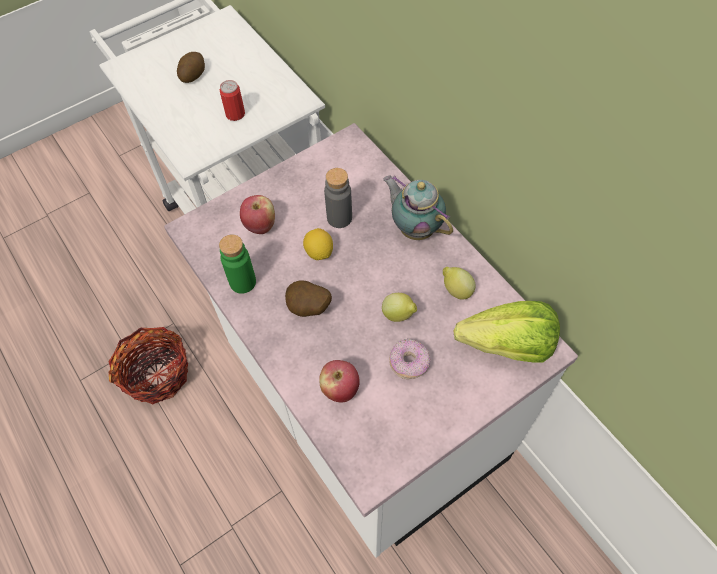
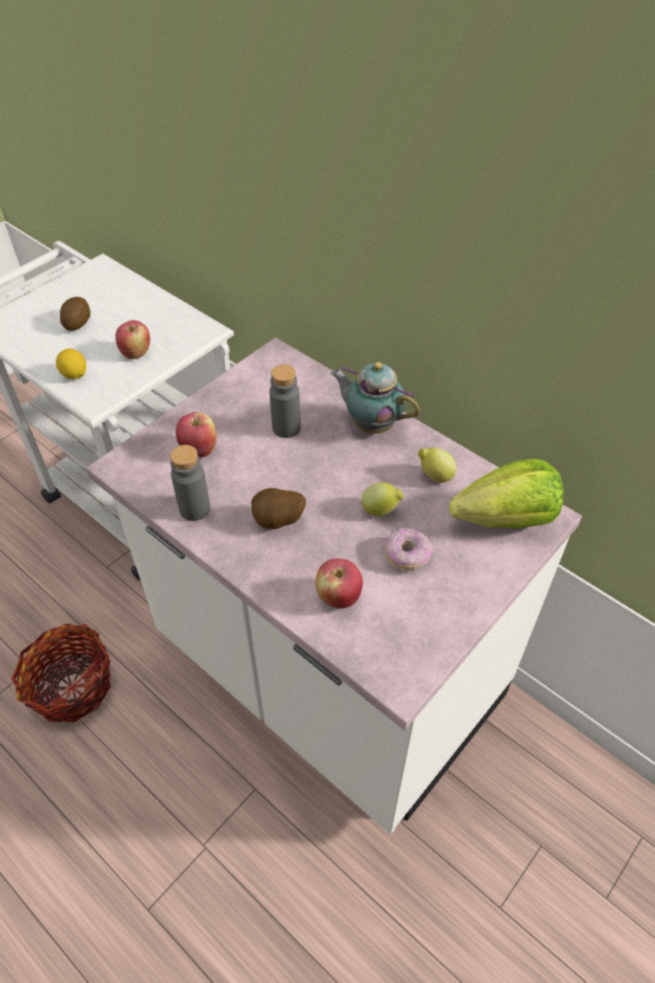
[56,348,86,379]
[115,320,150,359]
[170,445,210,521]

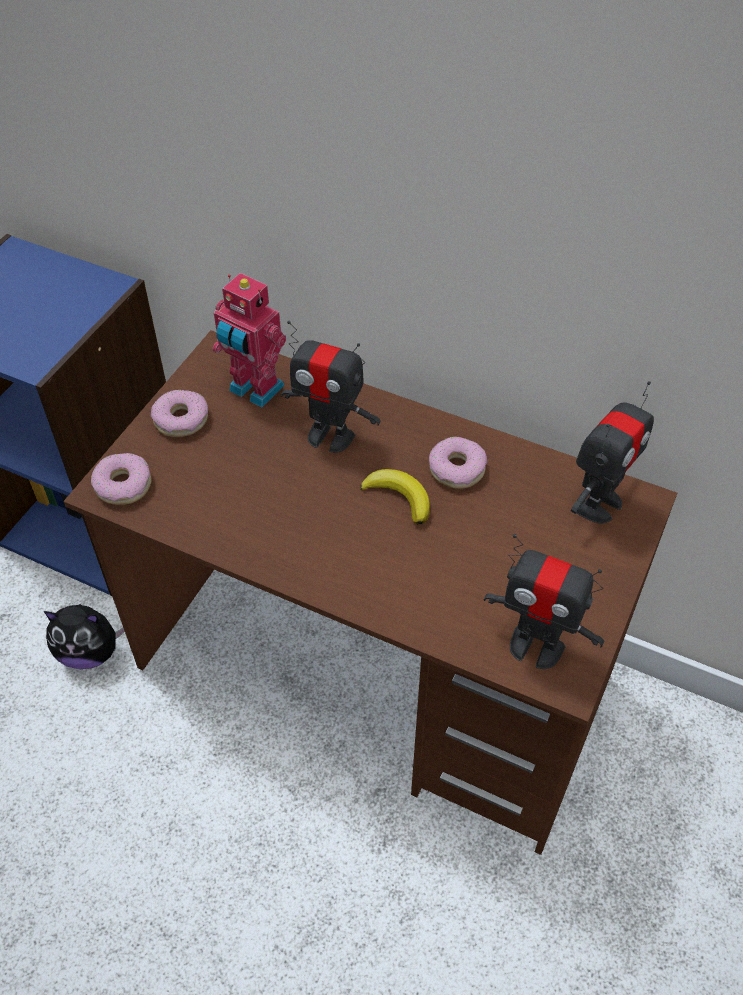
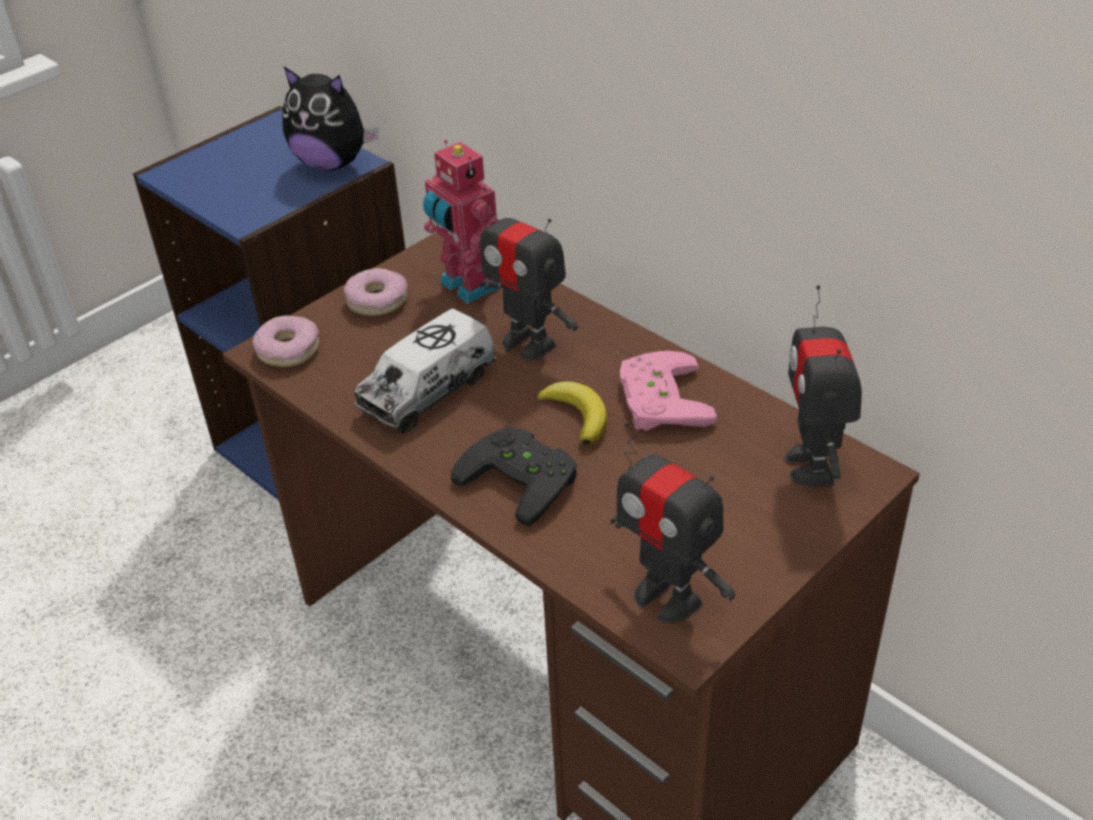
[282,67,379,171]
[354,309,496,433]
[451,426,577,526]
[620,351,717,431]
[785,285,862,487]

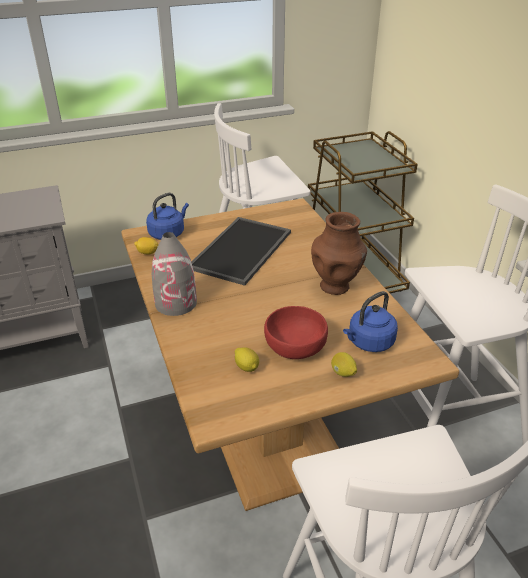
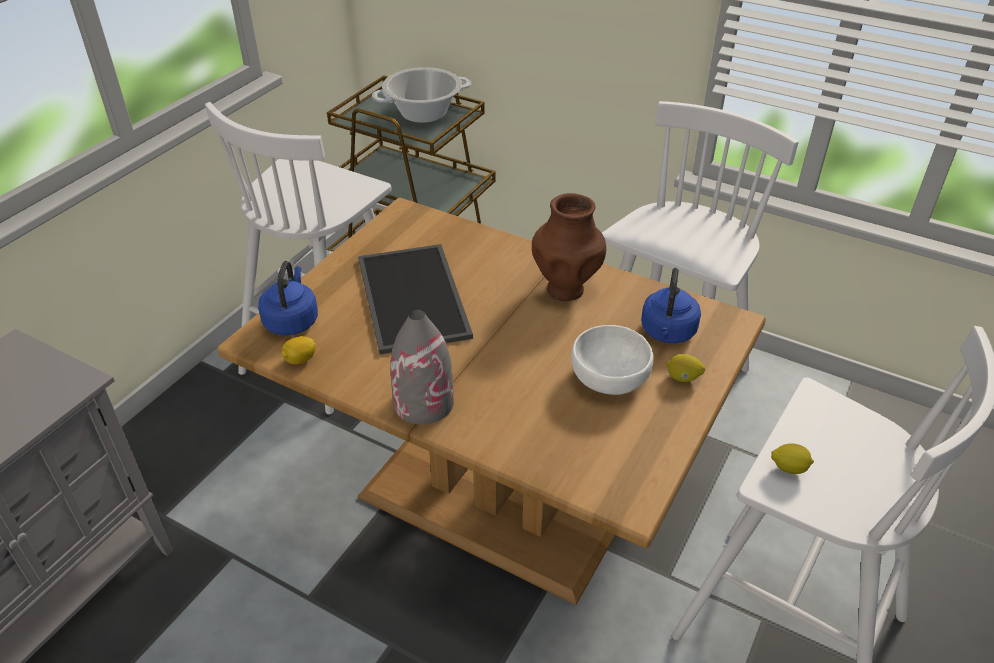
[372,67,471,123]
[571,325,653,395]
[771,444,814,474]

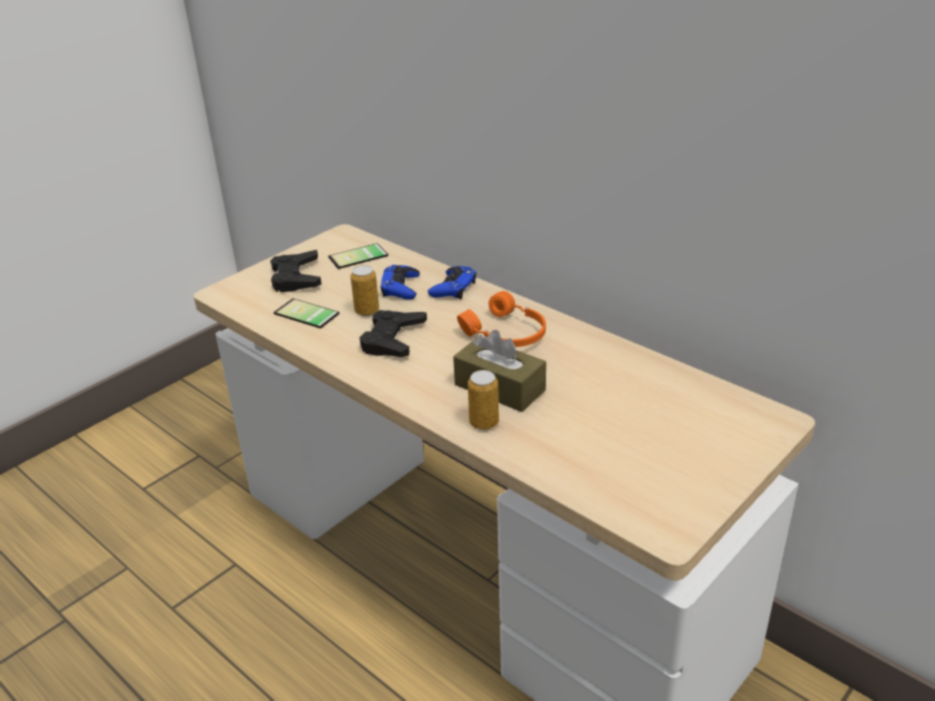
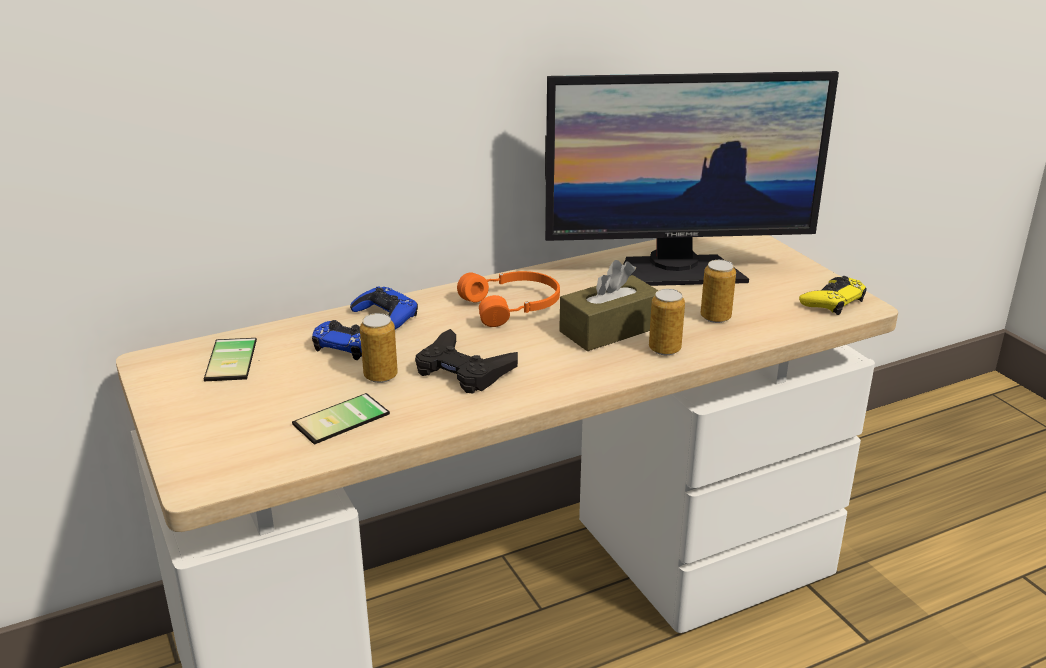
[545,71,839,286]
[701,260,736,323]
[799,276,867,315]
[270,250,321,292] (first image)

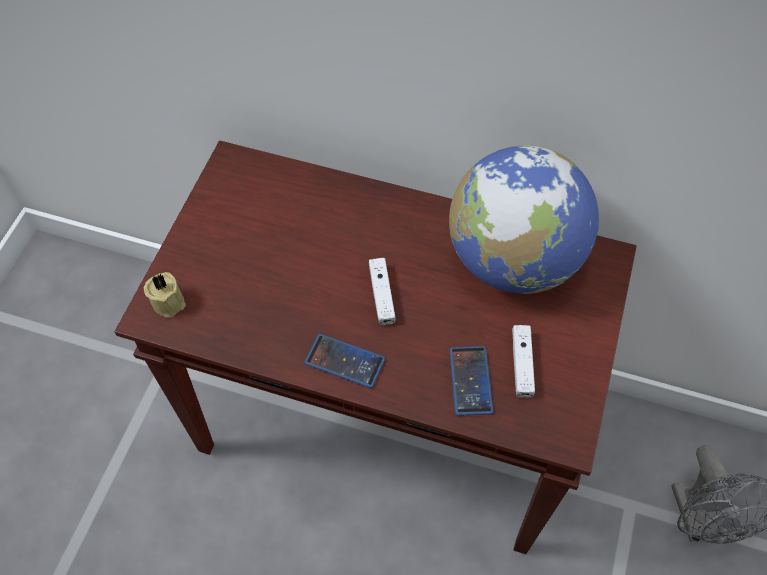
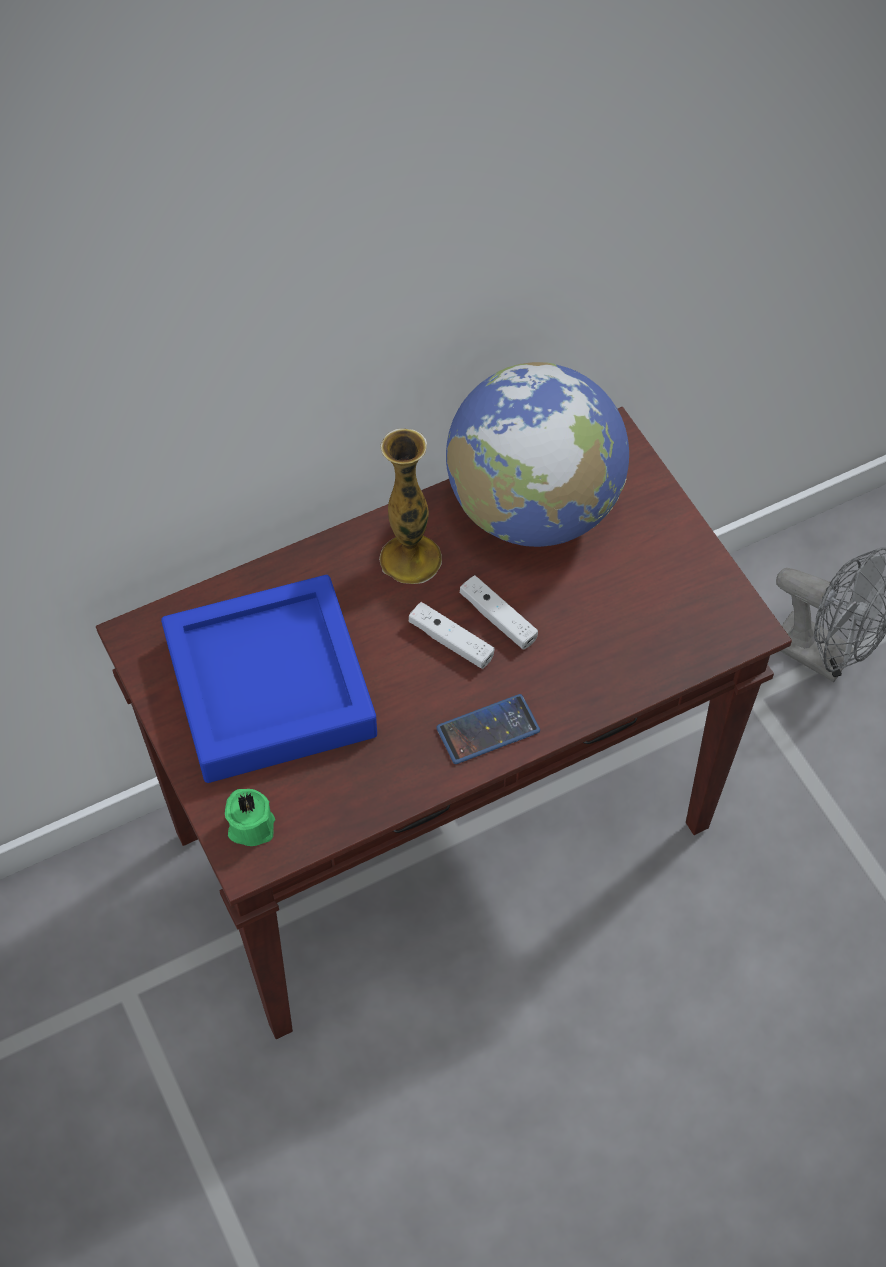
[161,575,377,783]
[225,789,275,846]
[379,429,442,584]
[460,575,538,649]
[450,346,494,416] (first image)

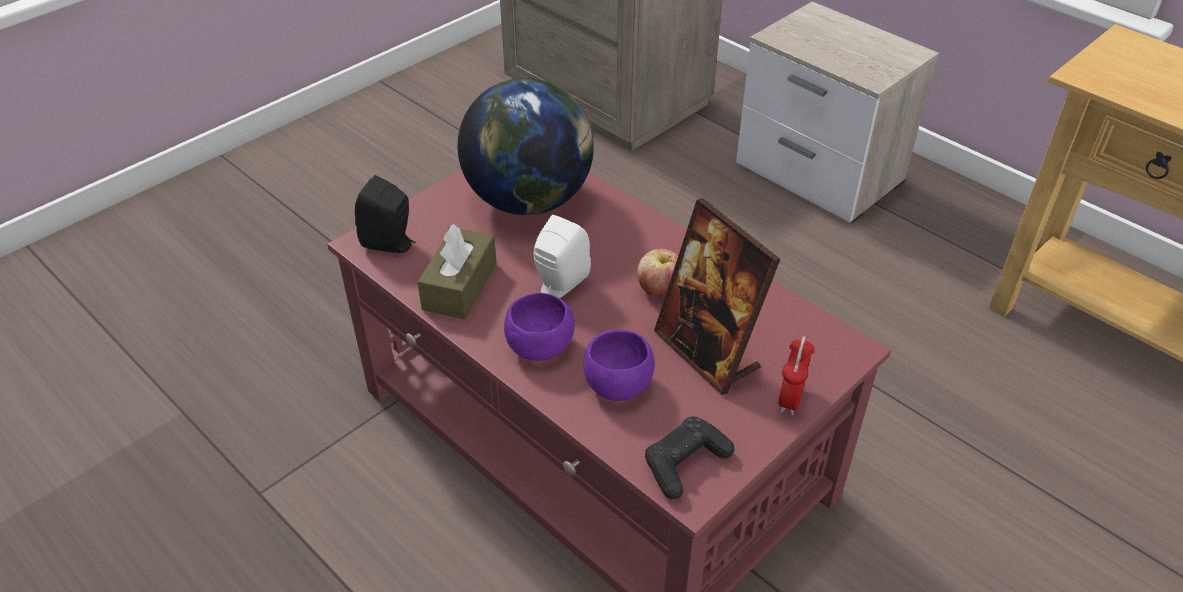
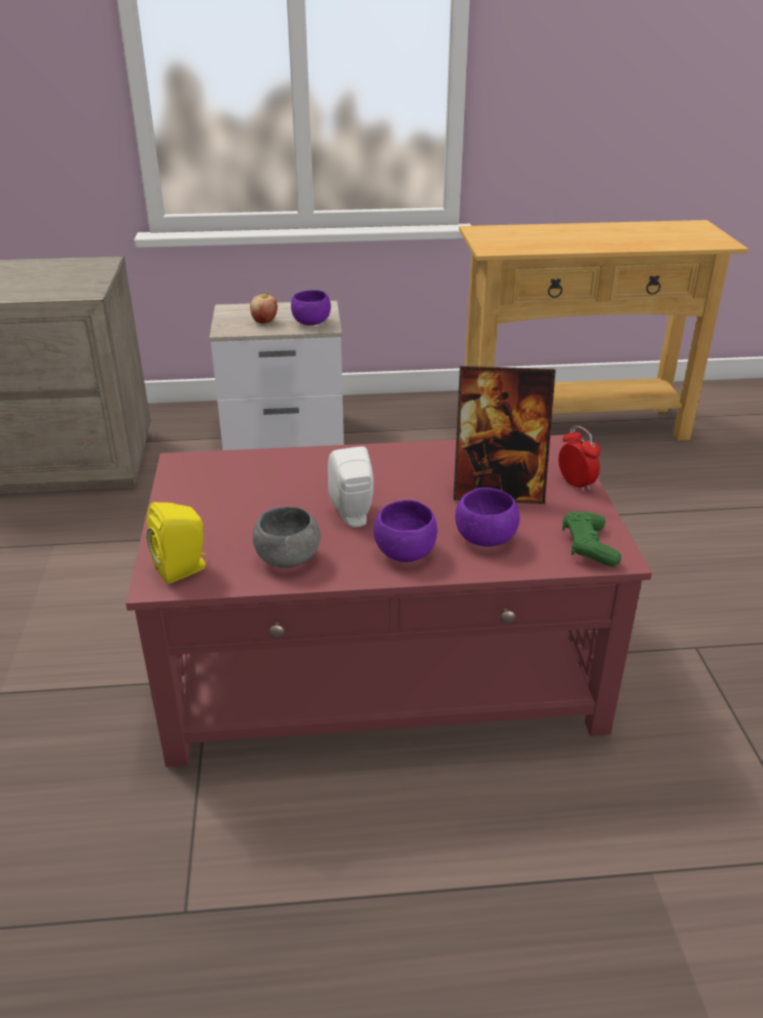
[146,502,207,584]
[250,293,278,323]
[253,506,320,568]
[291,290,331,325]
[562,511,621,567]
[457,78,594,215] (first image)

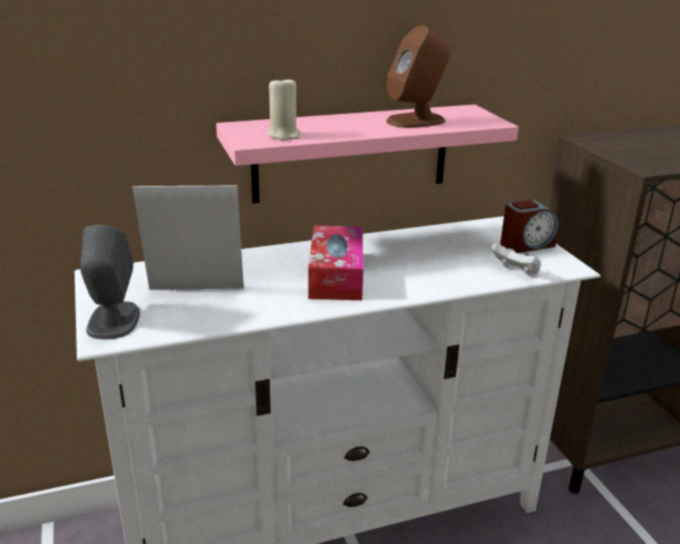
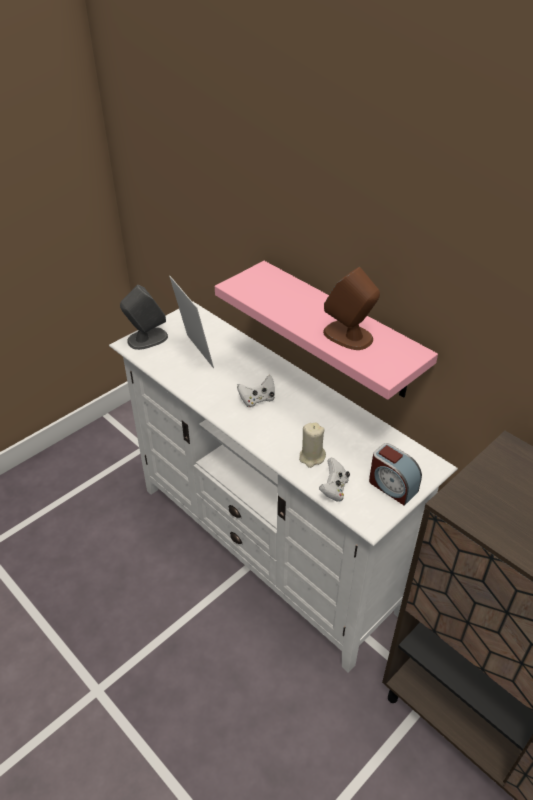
[237,375,275,407]
[299,423,326,468]

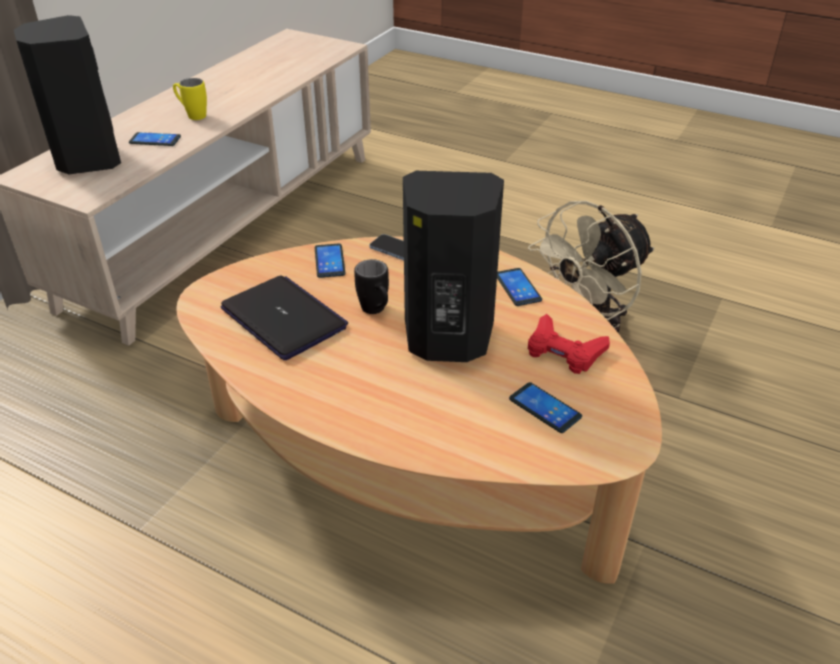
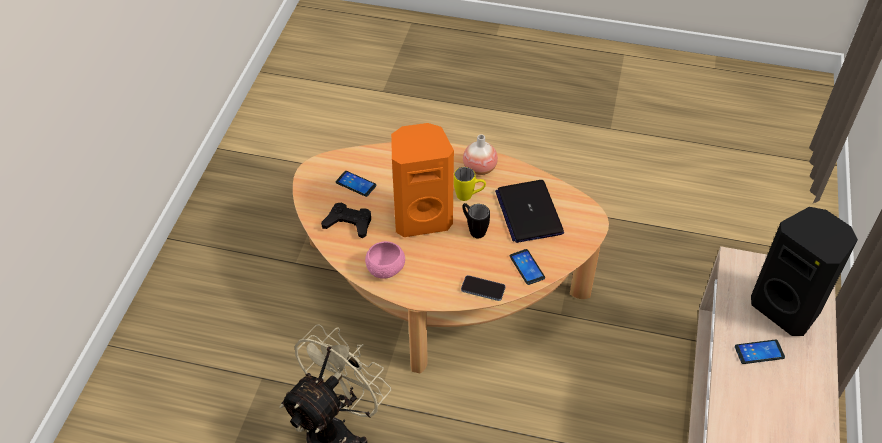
[321,203,371,238]
[365,241,405,279]
[391,123,454,237]
[454,167,486,201]
[463,134,498,175]
[495,180,564,243]

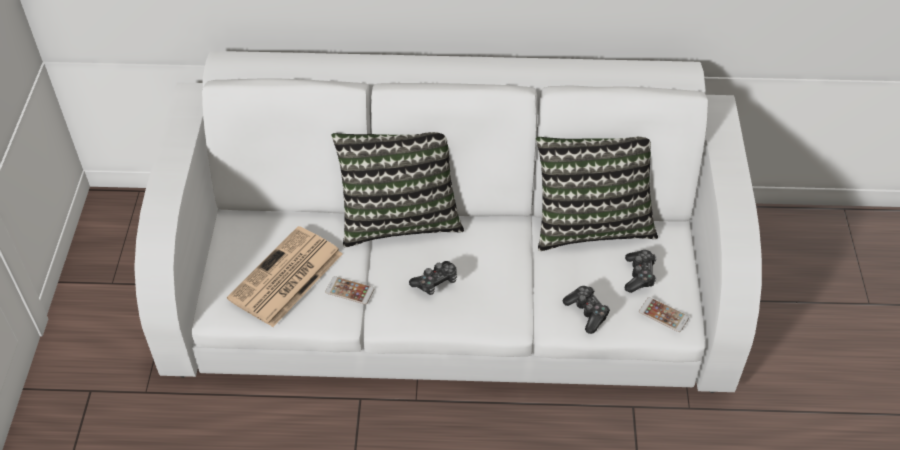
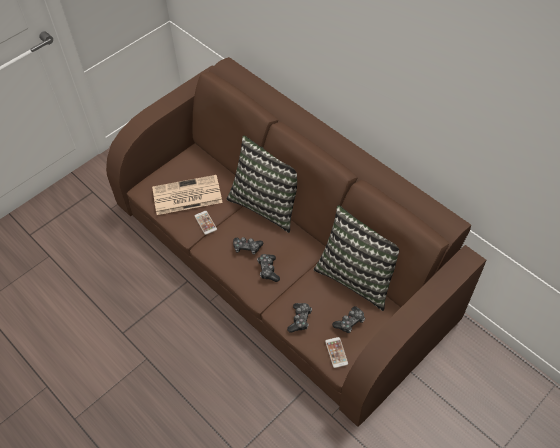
[106,57,486,427]
[257,254,280,282]

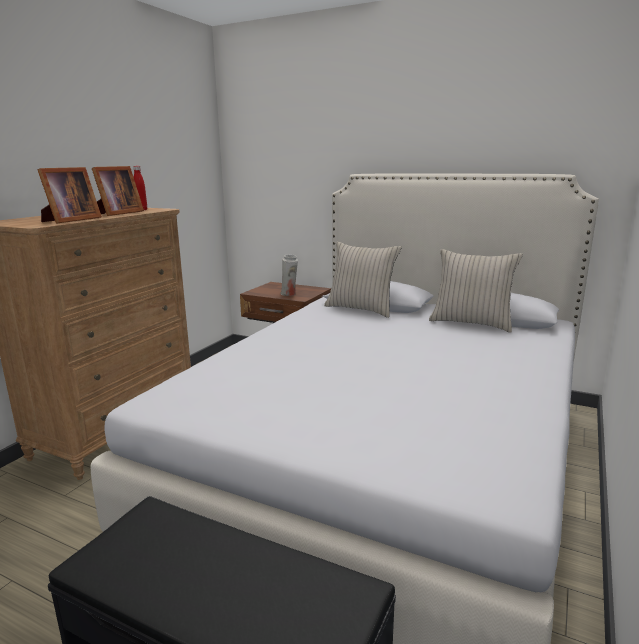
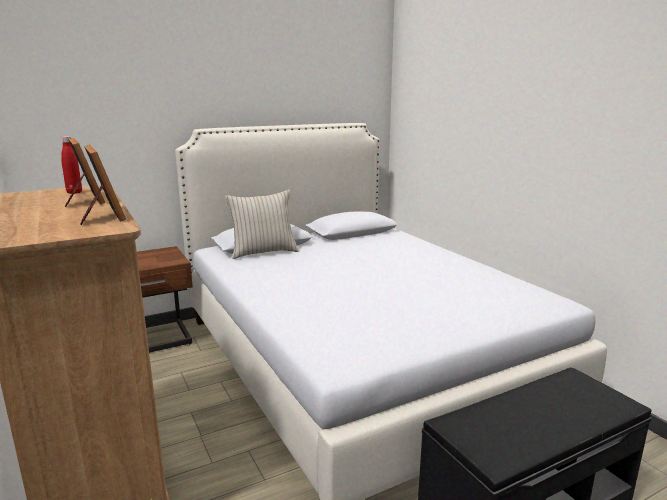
[280,254,298,296] (first image)
[429,249,523,333] (first image)

